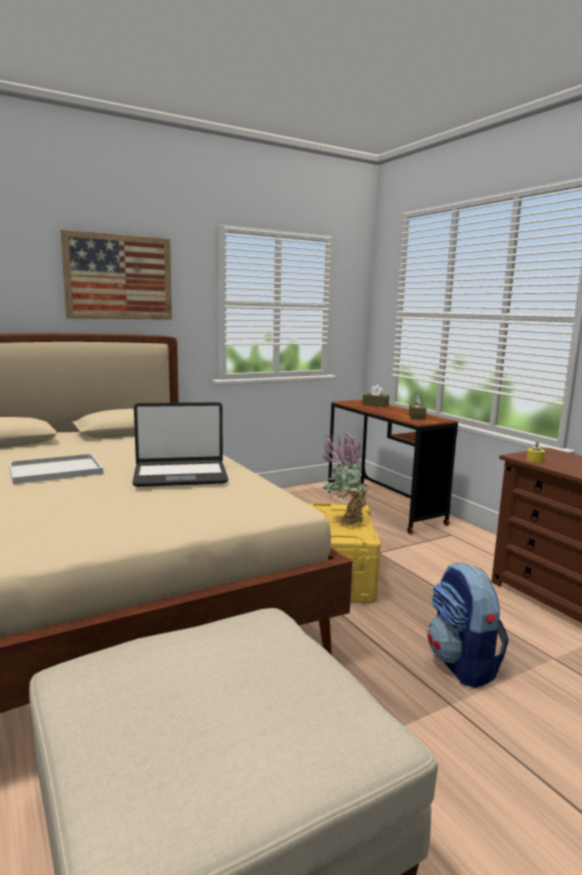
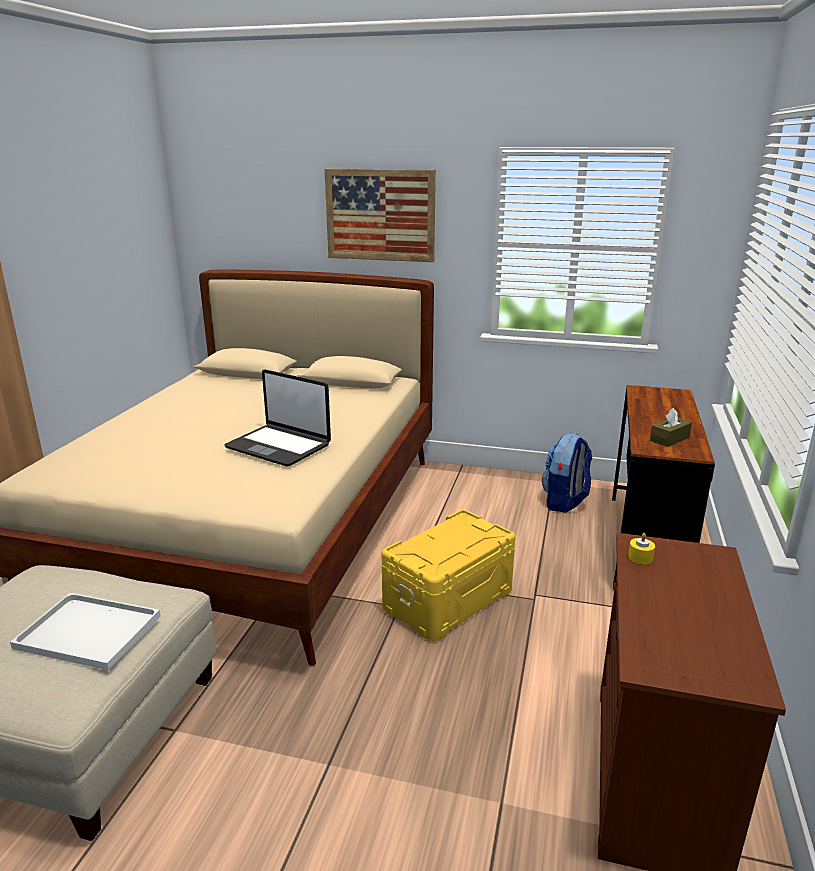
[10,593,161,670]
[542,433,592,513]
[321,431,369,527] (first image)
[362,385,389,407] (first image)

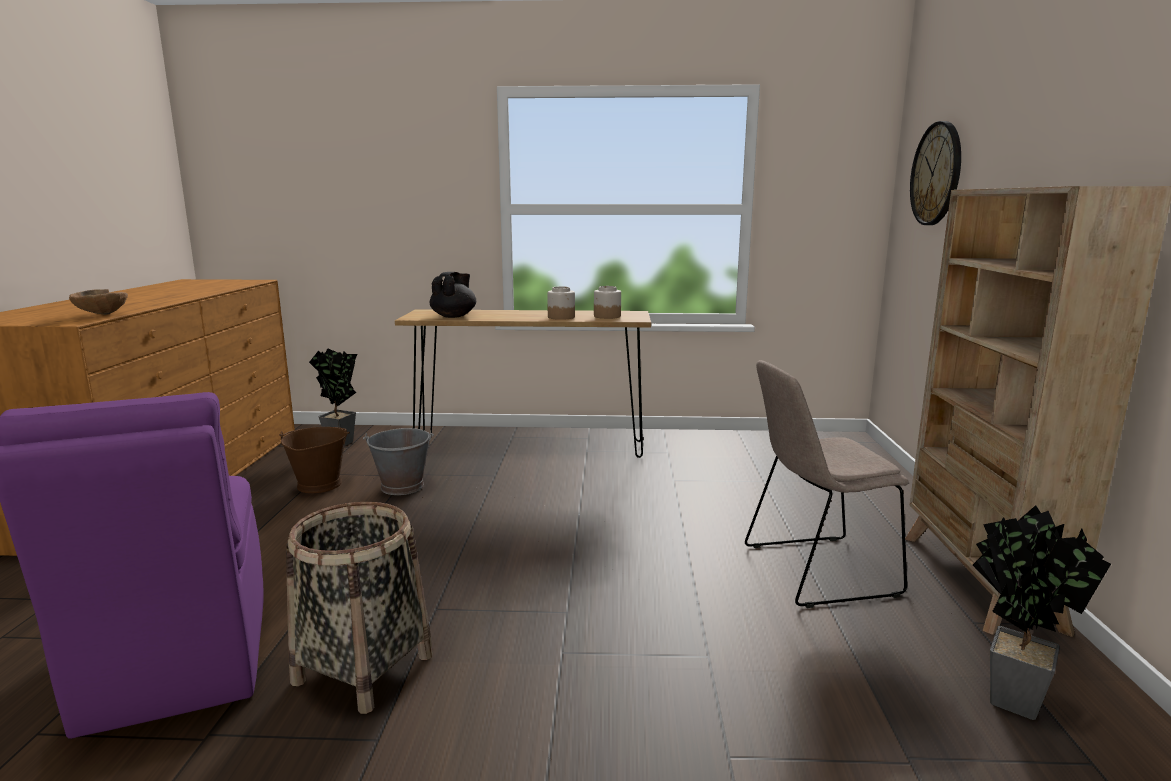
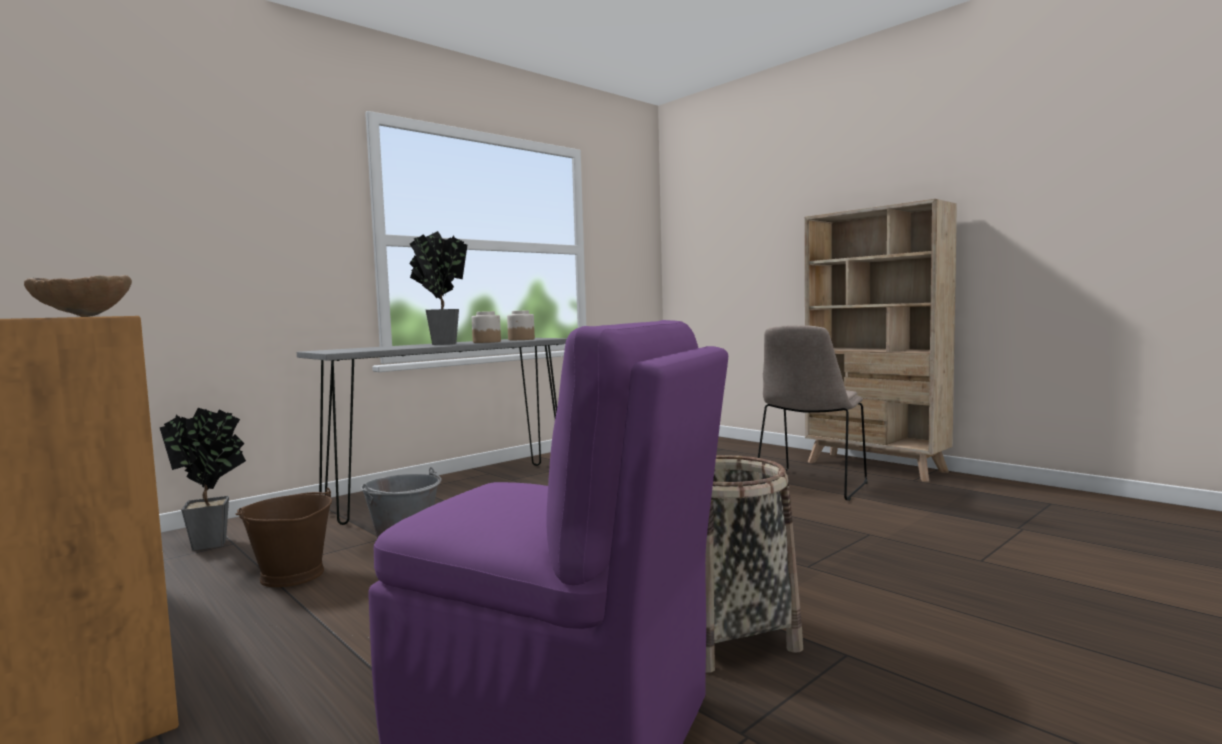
[297,338,567,525]
[409,231,467,345]
[430,272,476,318] (first image)
[910,121,961,225] (first image)

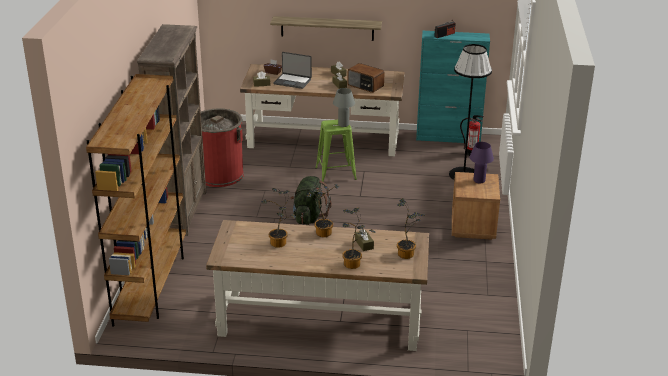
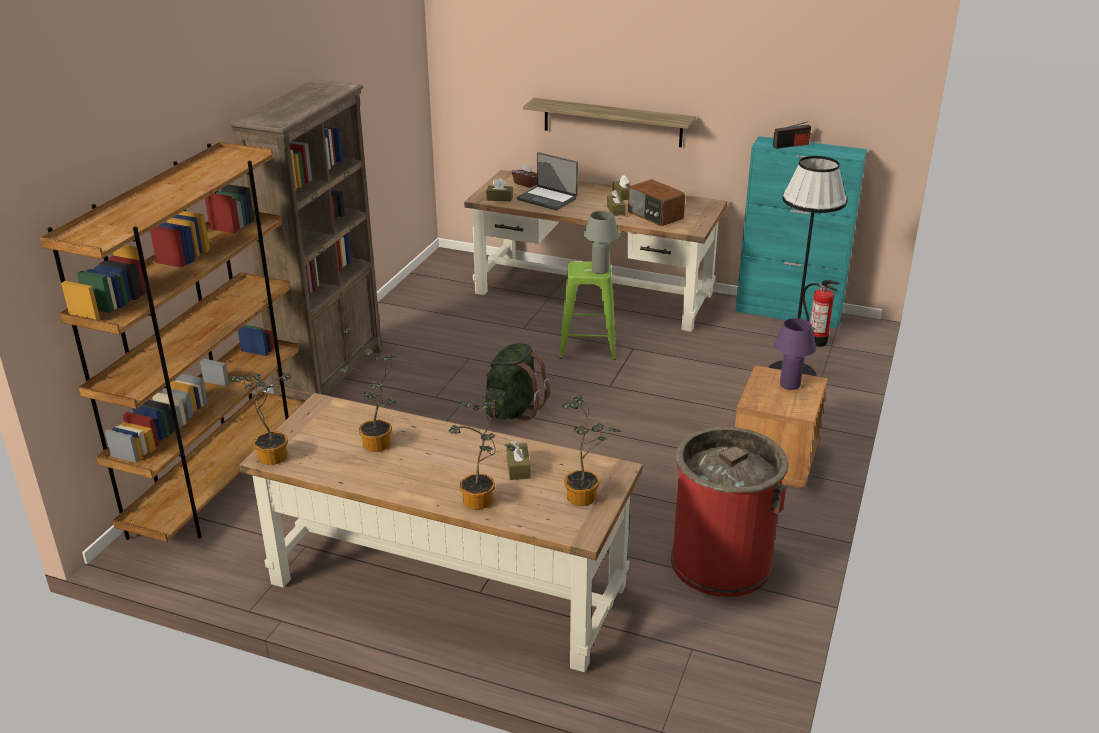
[230,373,291,465]
[671,427,788,597]

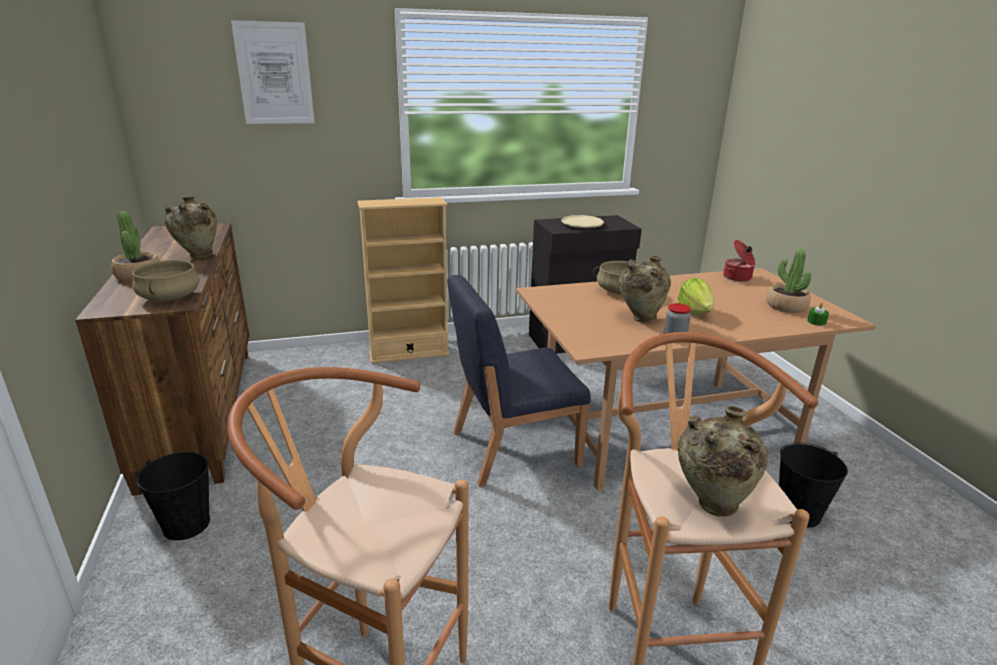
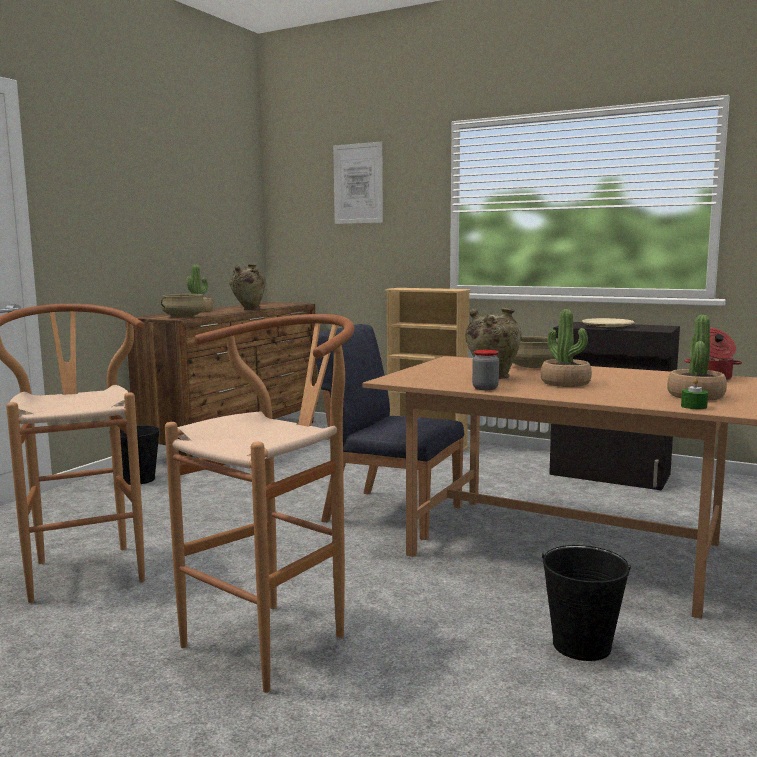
[540,309,592,387]
[678,406,769,517] (first image)

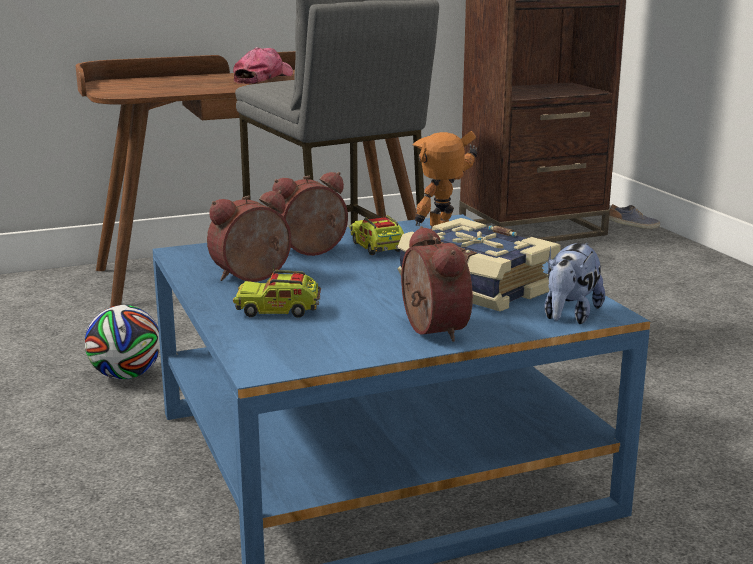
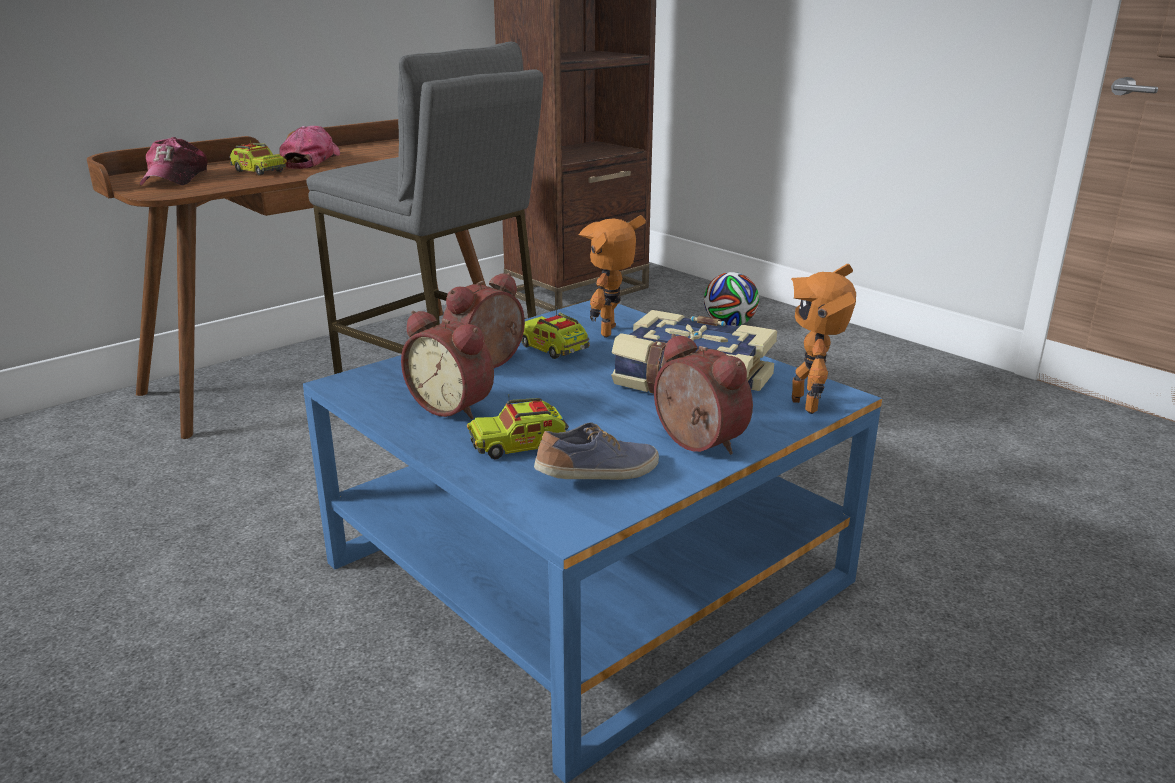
[140,137,208,186]
[229,141,287,176]
[401,310,494,419]
[534,422,659,480]
[704,272,759,326]
[791,264,856,414]

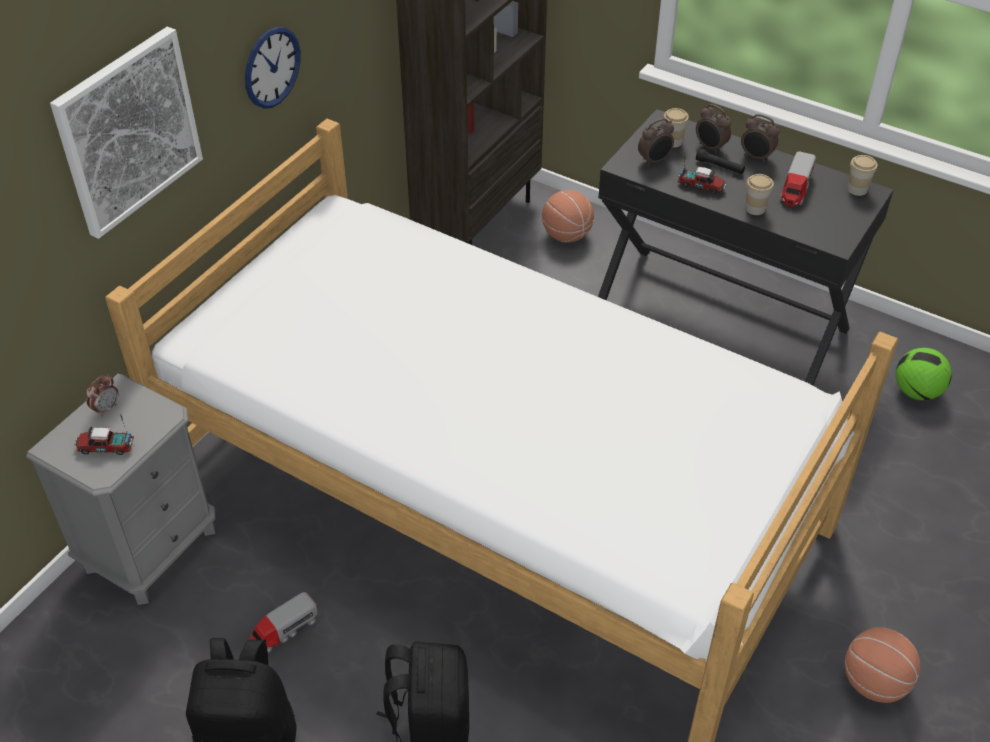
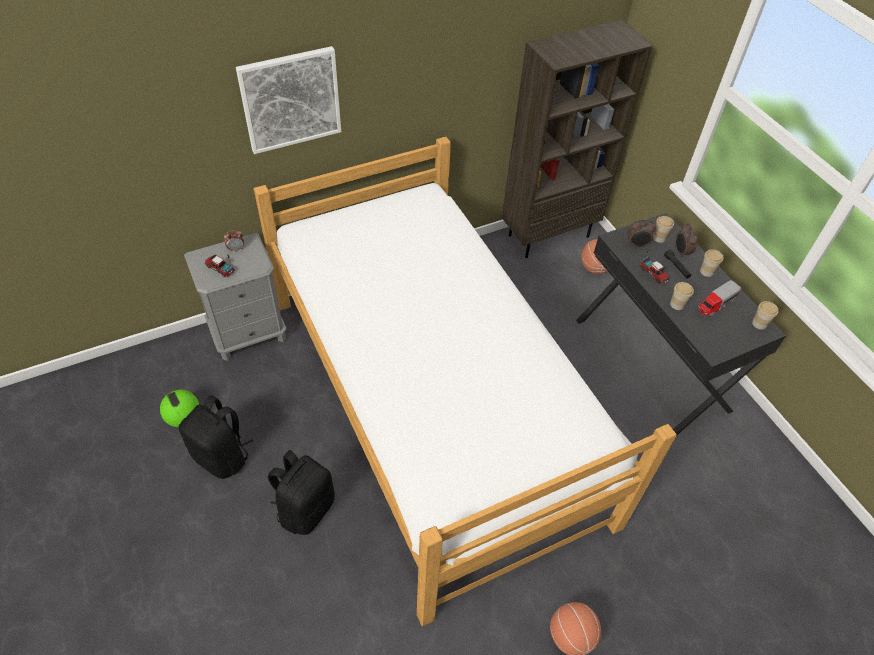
[160,390,199,427]
[700,250,724,277]
[245,27,301,109] (first image)
[250,592,318,653] (first image)

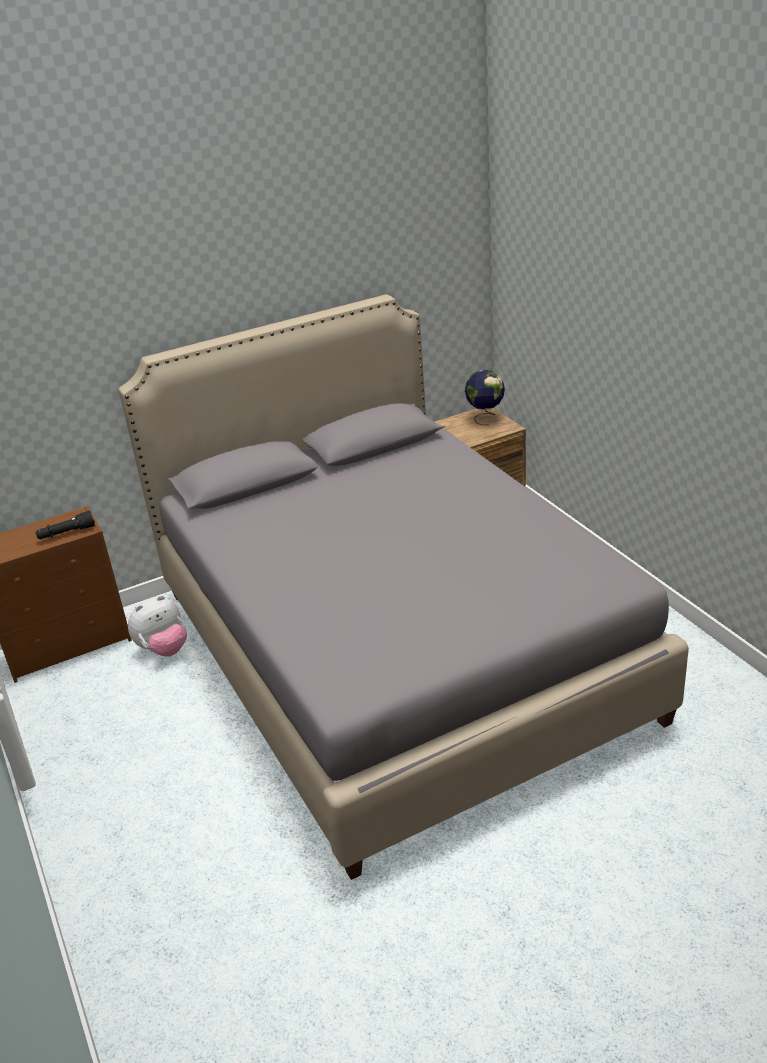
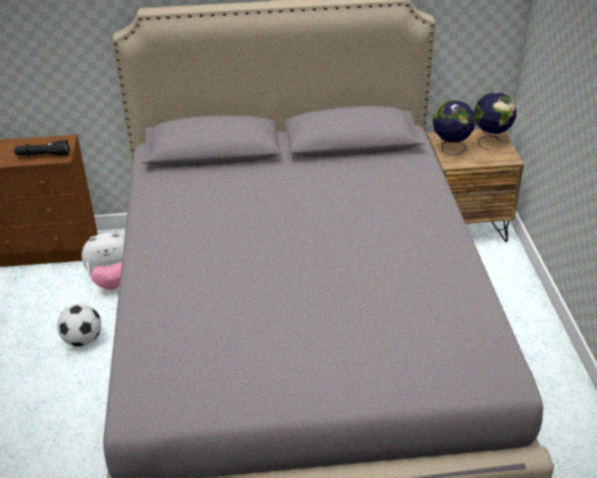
[57,304,101,346]
[433,100,475,155]

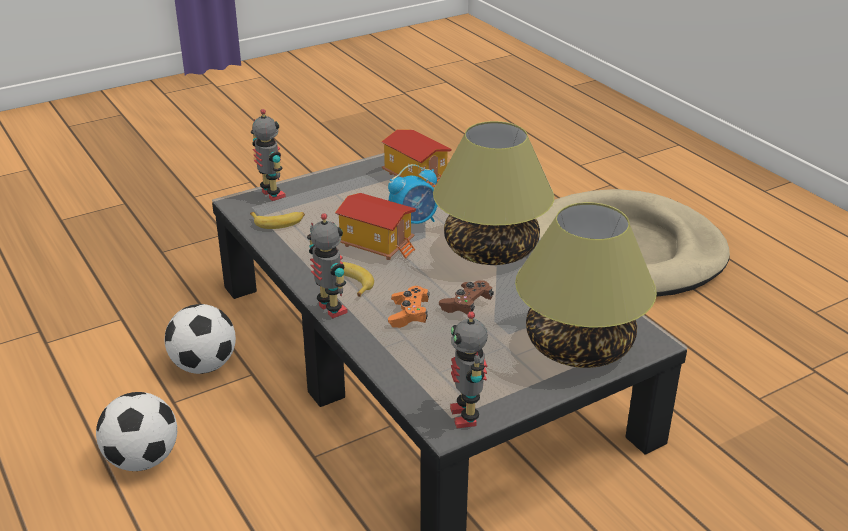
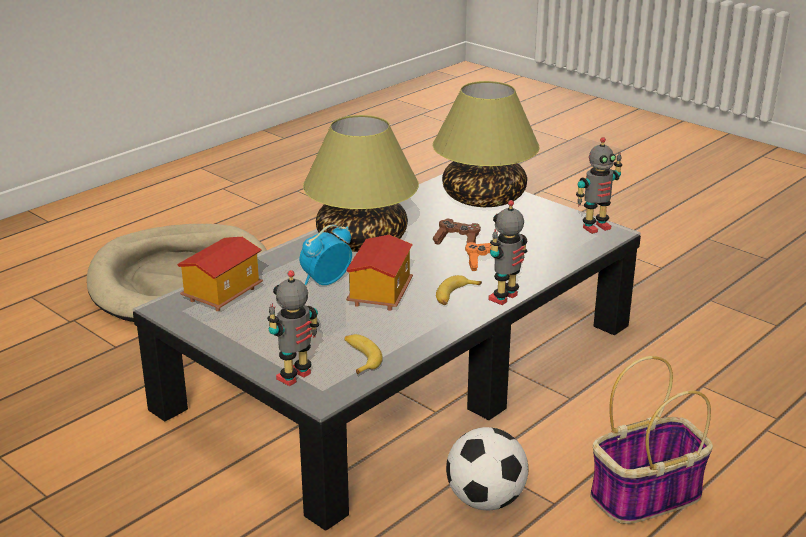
[299,225,352,285]
[590,356,713,524]

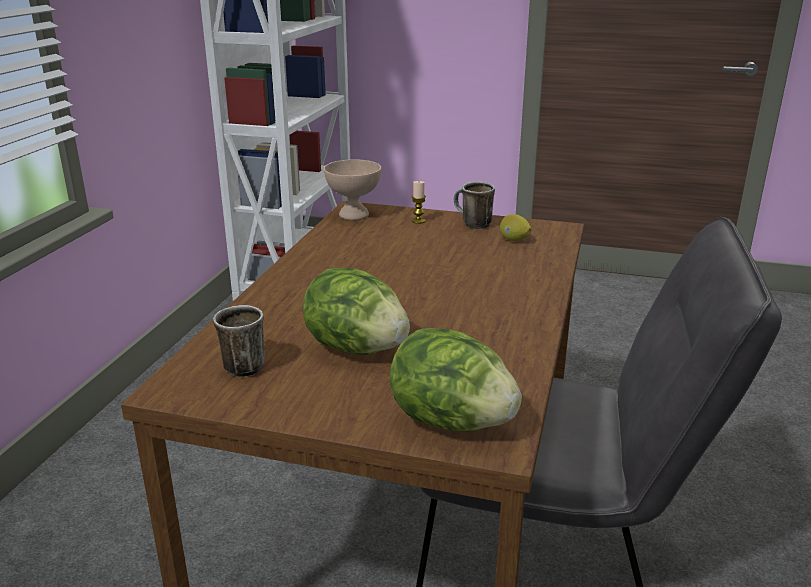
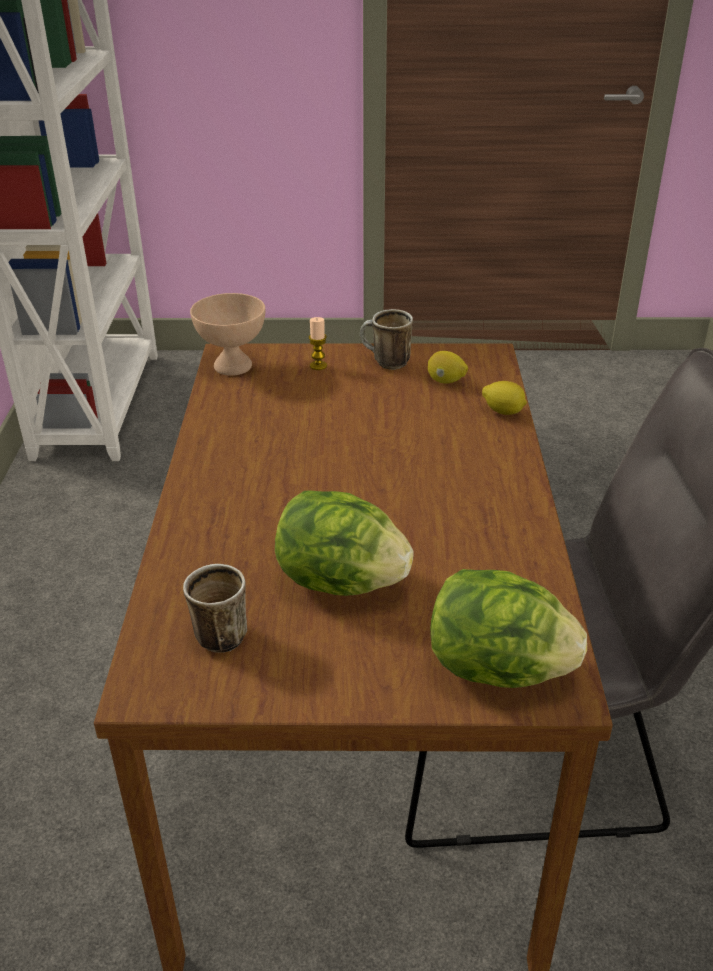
[482,381,527,415]

